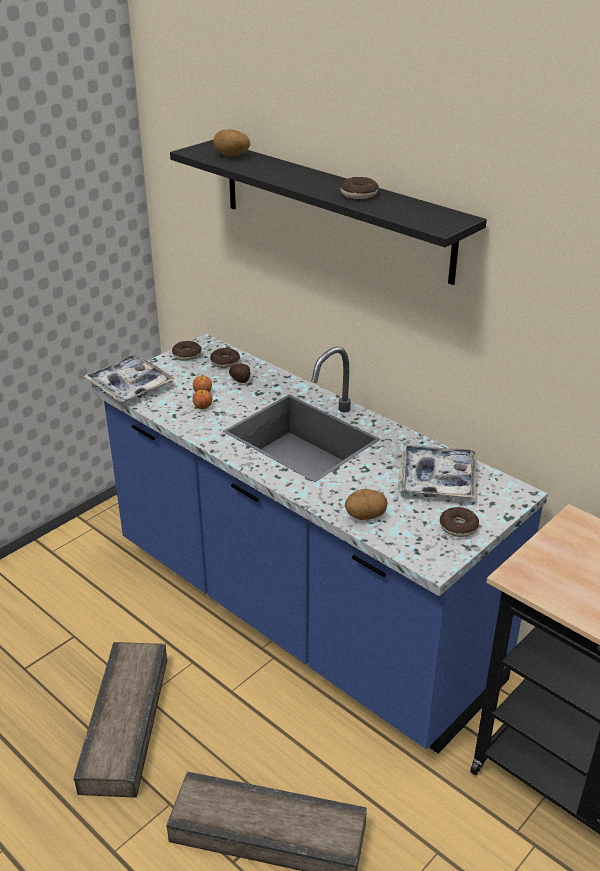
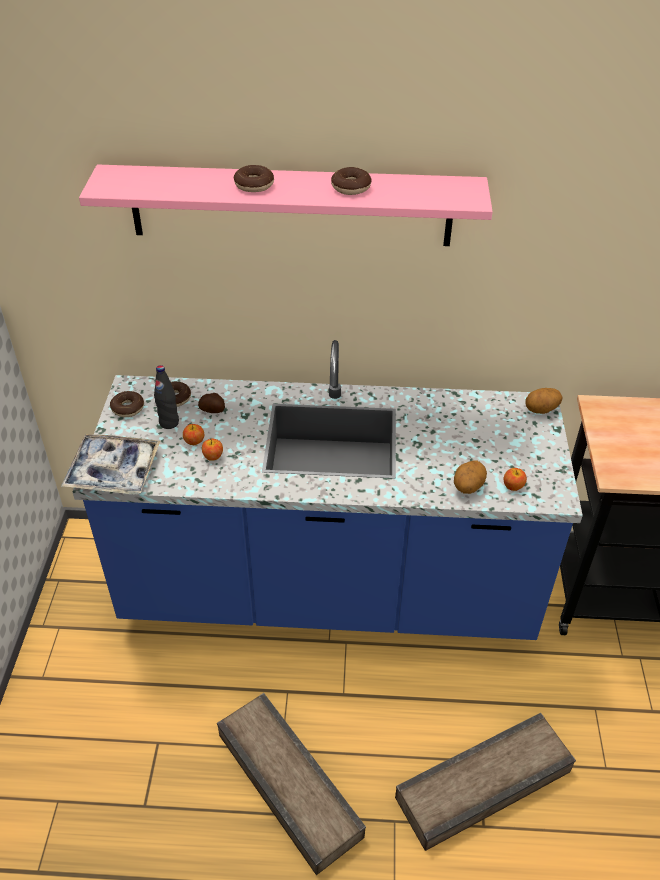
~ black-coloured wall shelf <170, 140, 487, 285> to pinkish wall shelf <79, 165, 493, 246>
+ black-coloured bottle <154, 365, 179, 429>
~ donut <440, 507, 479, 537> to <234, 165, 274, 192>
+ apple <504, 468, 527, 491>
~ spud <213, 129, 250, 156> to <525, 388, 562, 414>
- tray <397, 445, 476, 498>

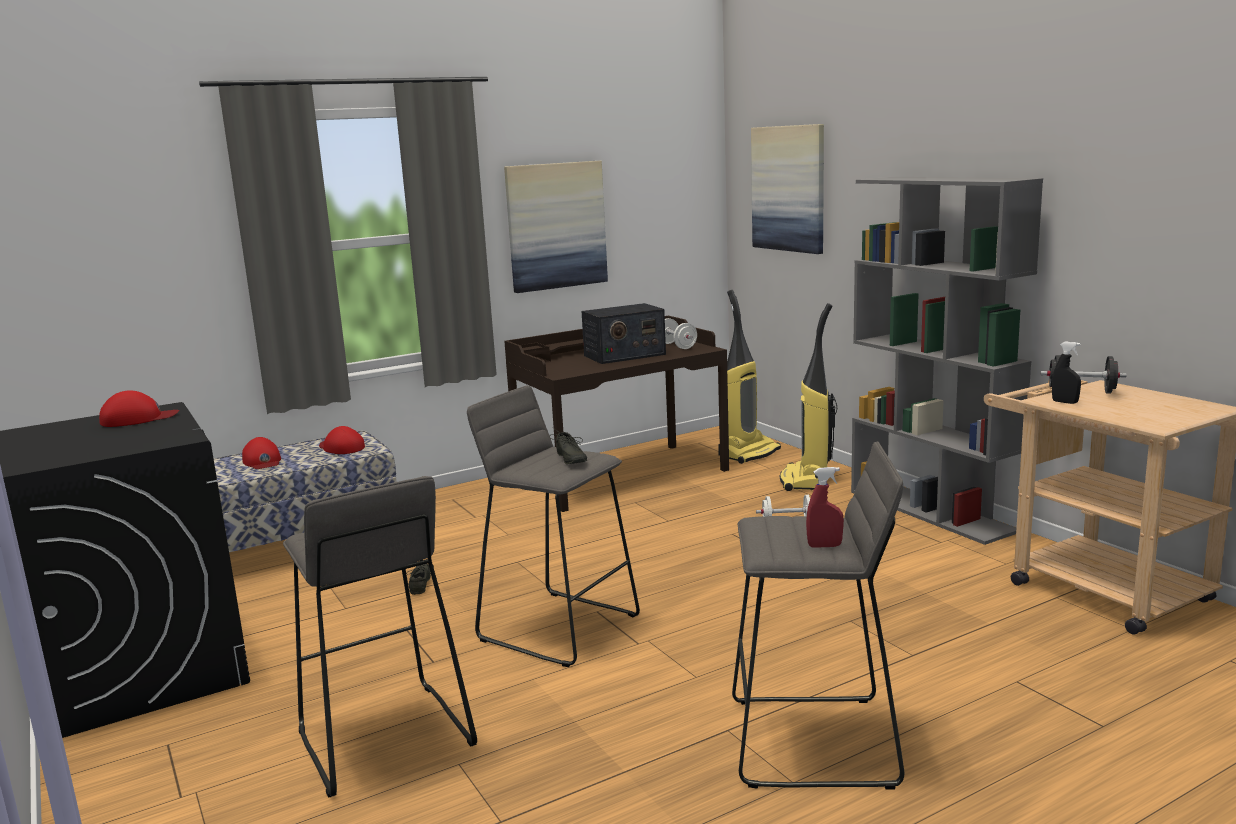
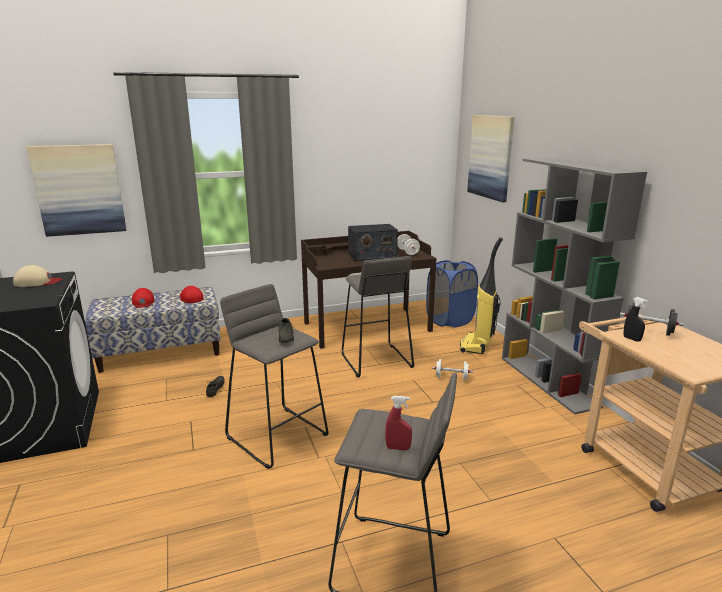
~ red-coloured peaked cap <99, 390, 179, 427> to sand-coloured peaked cap <13, 265, 62, 287>
~ wall picture <504, 161, 608, 293> to <27, 144, 126, 237>
~ grey sitting stool <283, 476, 477, 798> to <342, 256, 414, 377>
~ vacuum <718, 290, 781, 464> to blue hamper <426, 260, 478, 328>

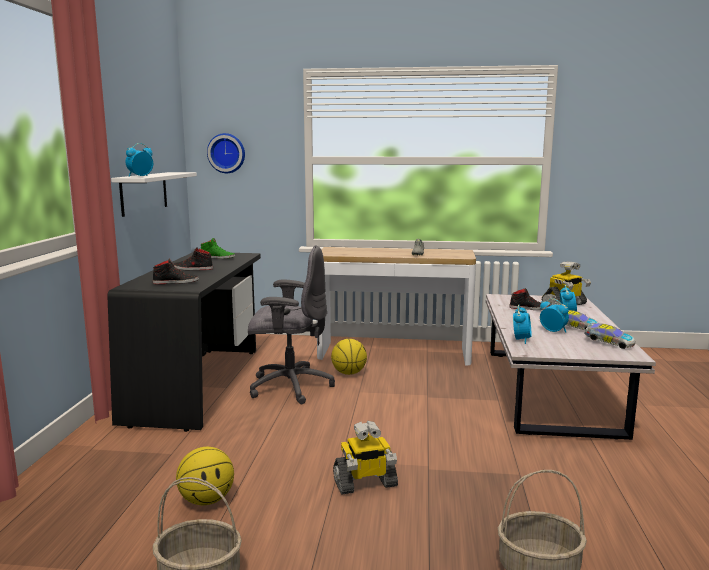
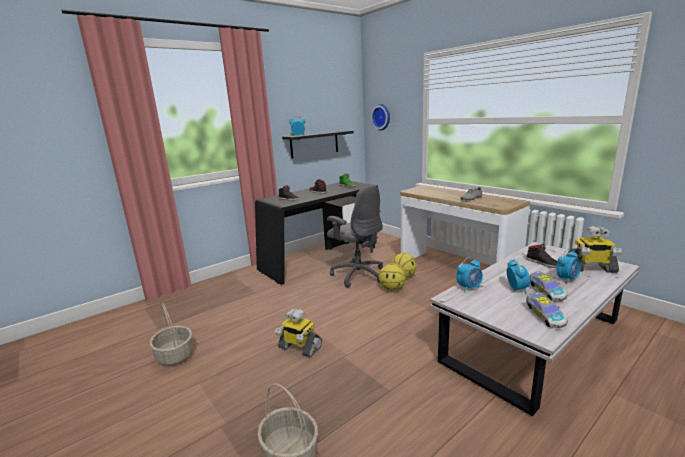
~ white-coloured wall shelf <111, 172, 197, 217> to black-coloured wall shelf <282, 131, 354, 158>
~ basketball ball <176, 447, 234, 505> to <379, 263, 406, 291>

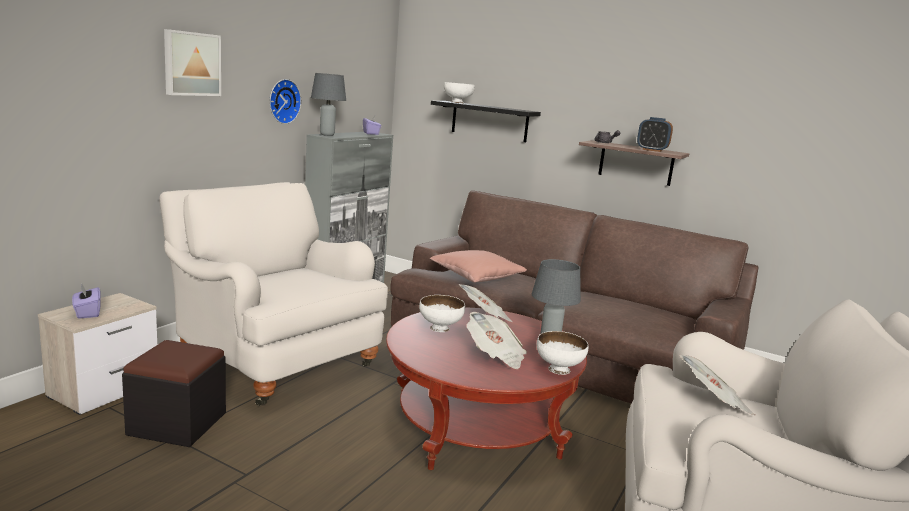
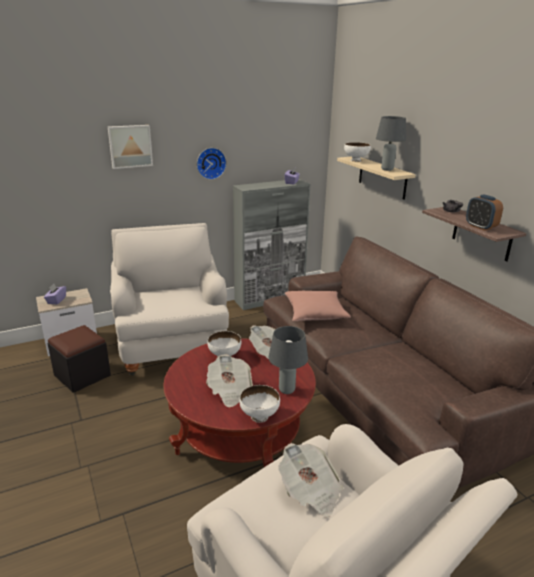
~ black-coloured wall shelf <431, 101, 541, 142> to sand-coloured wall shelf <337, 157, 416, 200>
~ grey tabletop lamp <311, 73, 346, 136> to <376, 116, 406, 171>

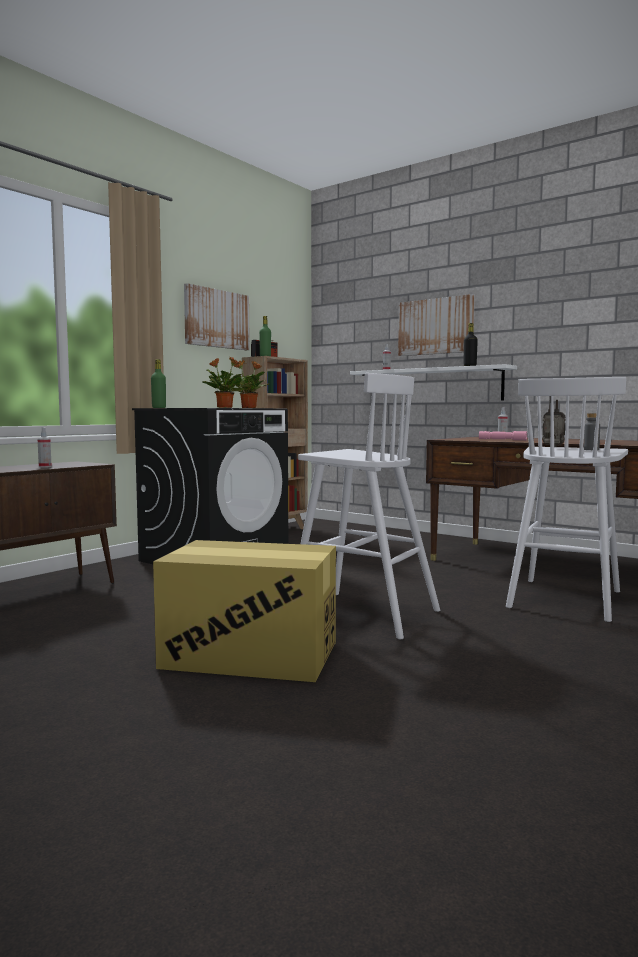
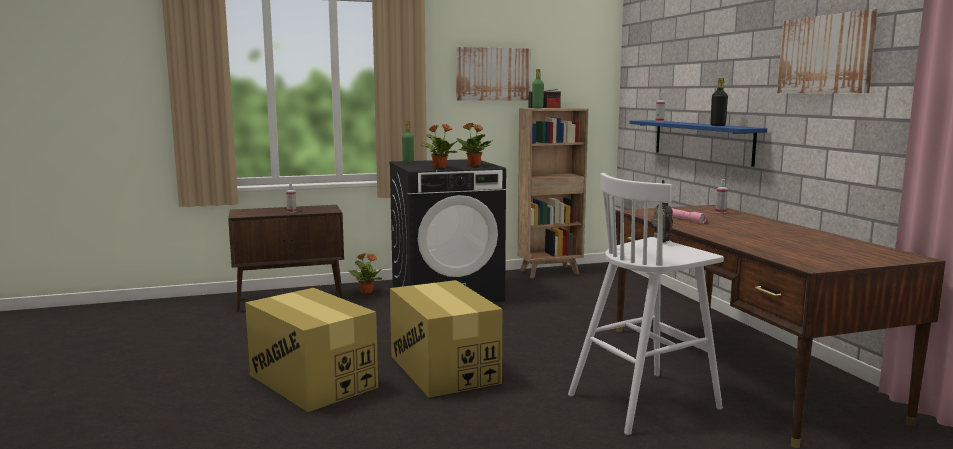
+ plant in a pot <348, 254, 384, 294>
~ white-coloured sitting stool <298, 373, 440, 639> to cardboard box <390, 280, 502, 398>
~ white-coloured wall shelf <350, 364, 517, 401> to blue wall shelf <629, 120, 767, 167>
~ wall picture <398, 294, 475, 356> to <777, 9, 878, 93>
- grey bottle <584, 413, 600, 450>

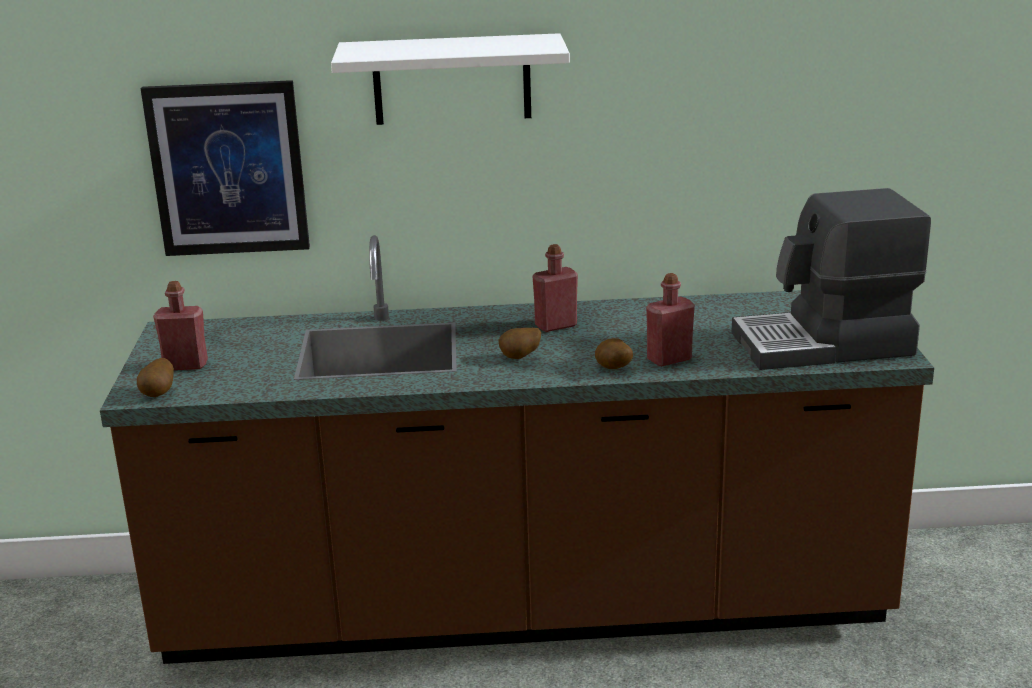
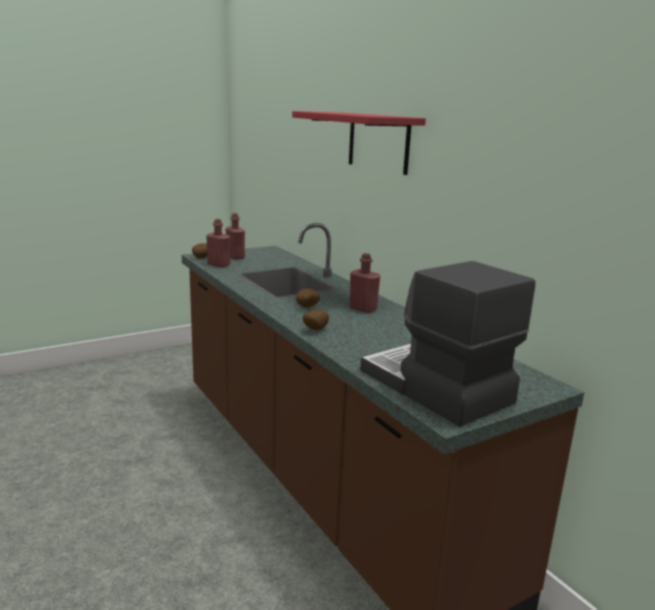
~ red-coloured bottle <646, 273, 695, 367> to <206, 219, 230, 268>
~ white-coloured wall shelf <331, 33, 570, 125> to red-coloured wall shelf <292, 111, 426, 175>
- wall picture <141, 80, 310, 256>

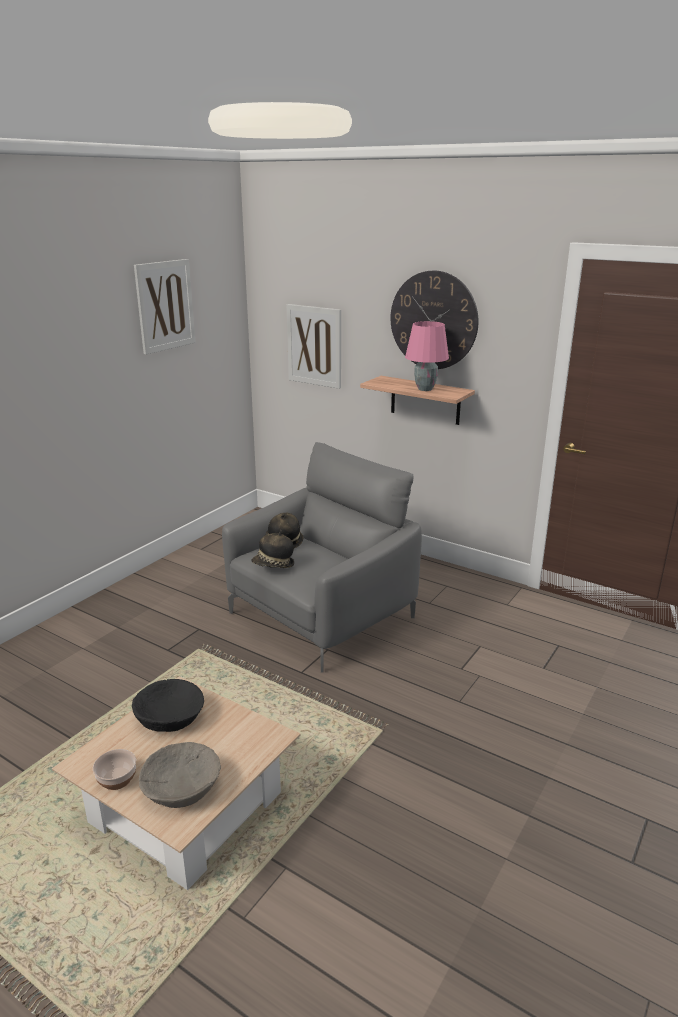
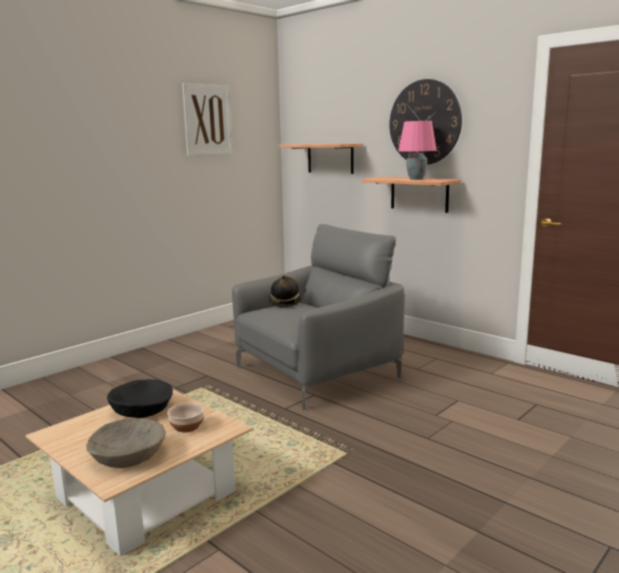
~ deep dish <93, 749, 136, 790> to <167, 402, 204, 432>
~ wall picture <287, 304, 341, 389> to wall shelf <279, 143, 362, 174>
- hat <251, 530, 294, 568>

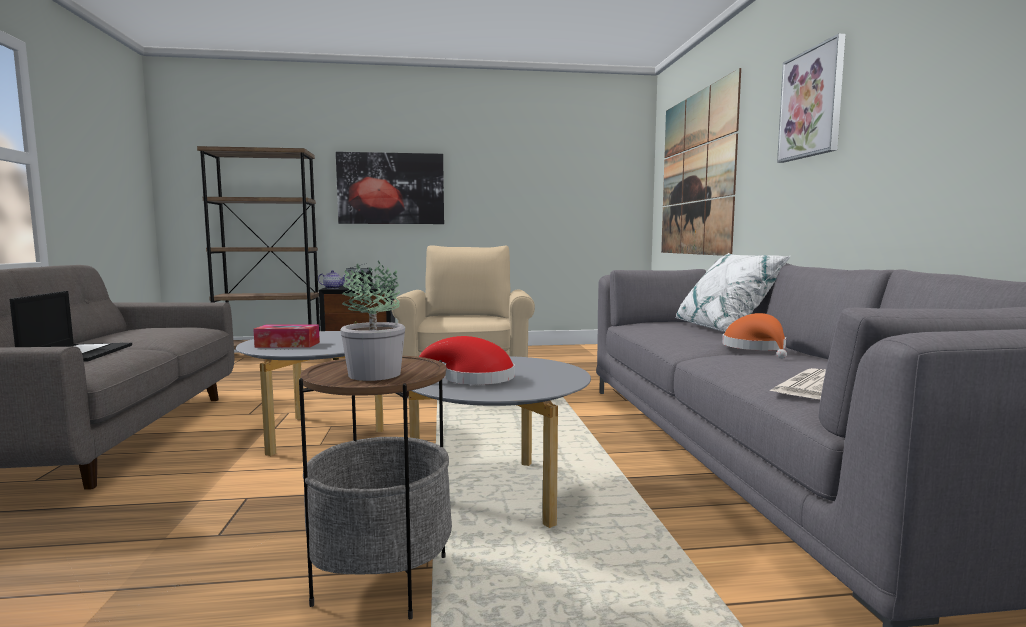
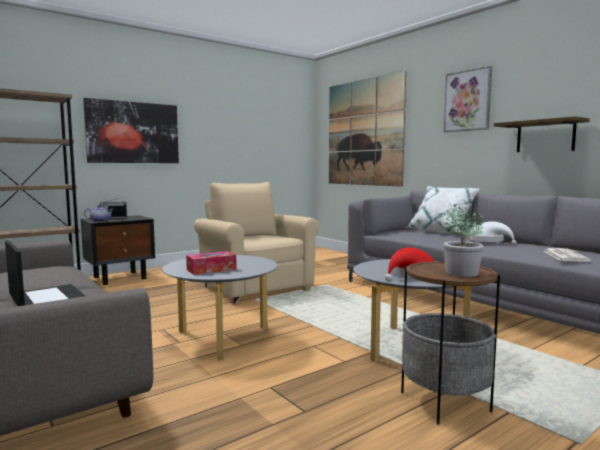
~ orange hat <723, 313, 787, 359> to white-coloured hat <468, 221, 517, 245>
+ wall shelf <494, 116, 590, 152>

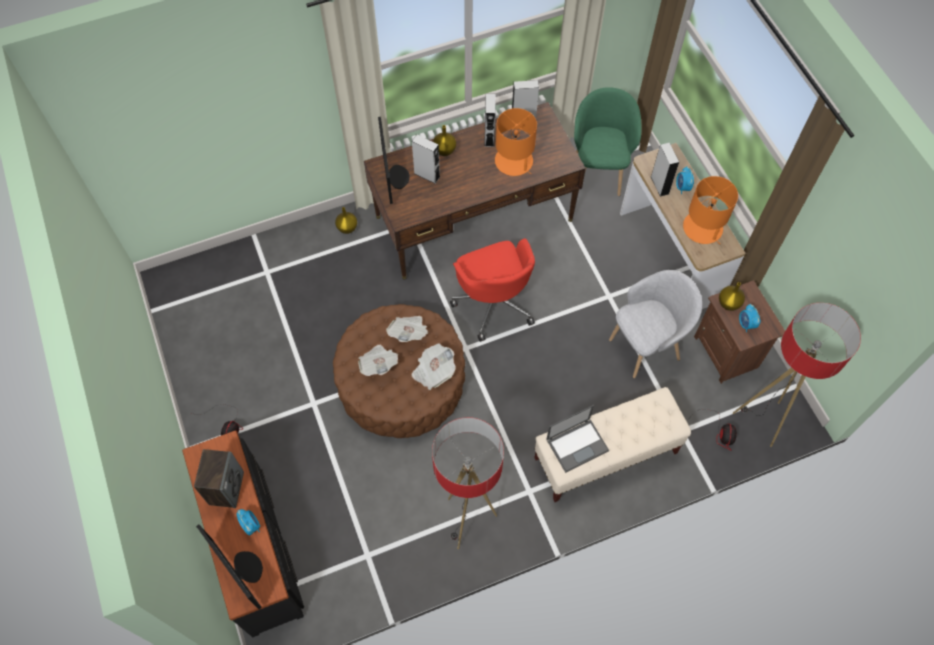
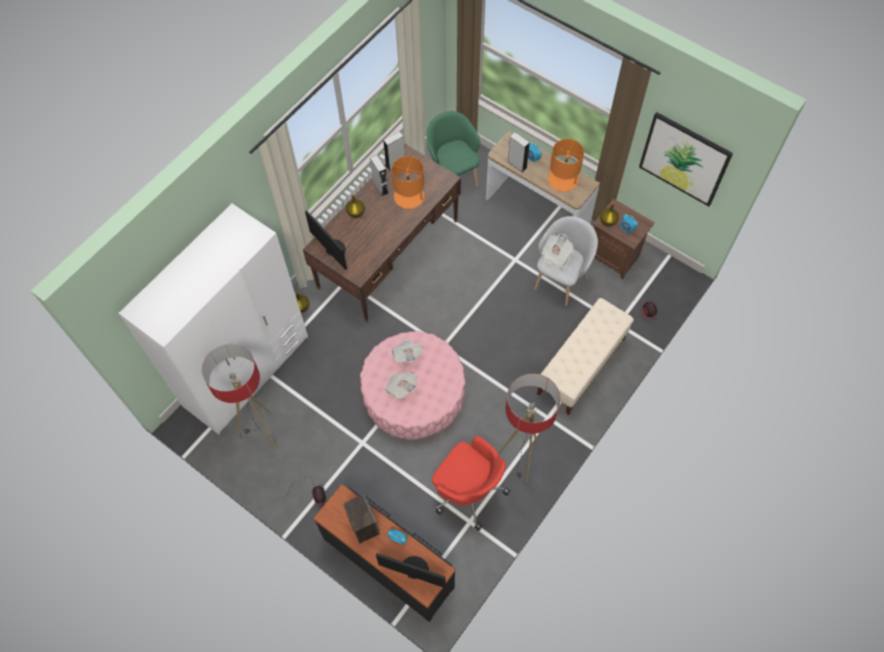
+ white-coloured armoire <119, 203, 308, 434>
~ standing lamp <733, 303, 861, 447> to <202, 344, 277, 449>
~ brownish footrest <333, 304, 465, 438> to pinkish footrest <360, 331, 466, 440>
~ red-coloured office chair <450, 238, 535, 342> to <432, 436, 510, 531>
~ printed paper <412, 344, 456, 390> to <541, 234, 574, 269>
+ wall picture <639, 112, 733, 207>
- grey audio speaker <412, 135, 440, 184>
- portable computer <546, 405, 609, 473>

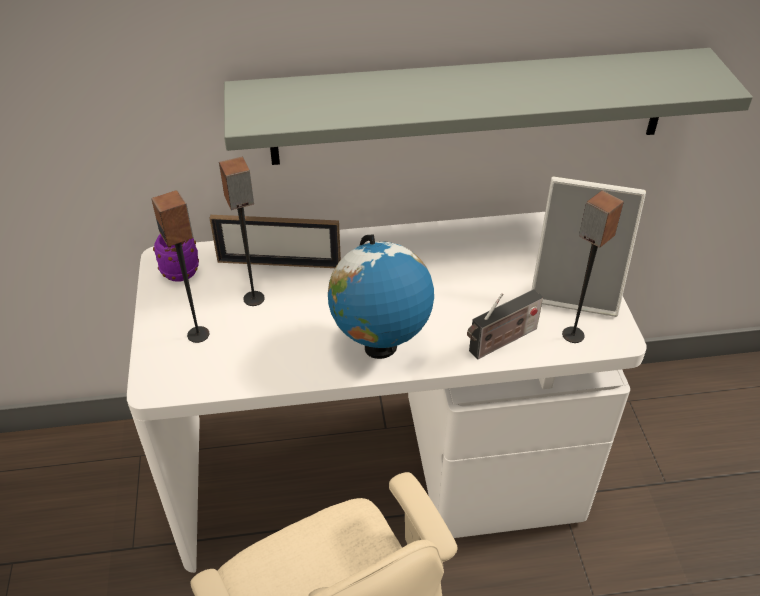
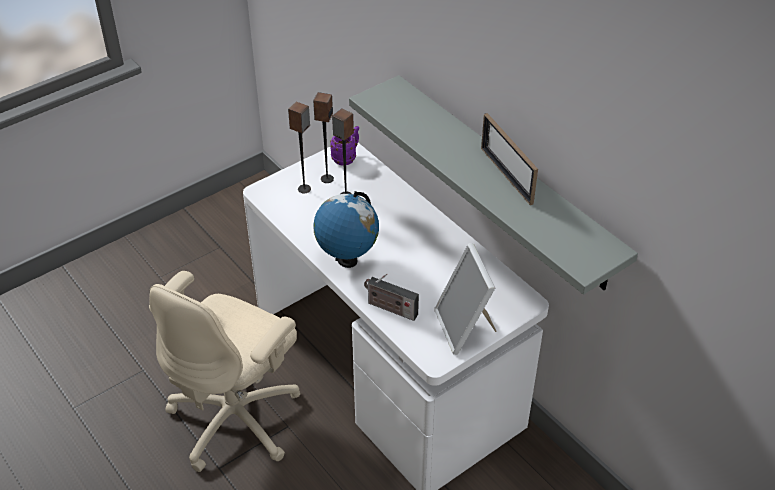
~ audio speaker <562, 190, 624, 343> to <313, 92, 334, 183>
~ standing frame <209, 215, 341, 268> to <481, 113, 538, 205>

